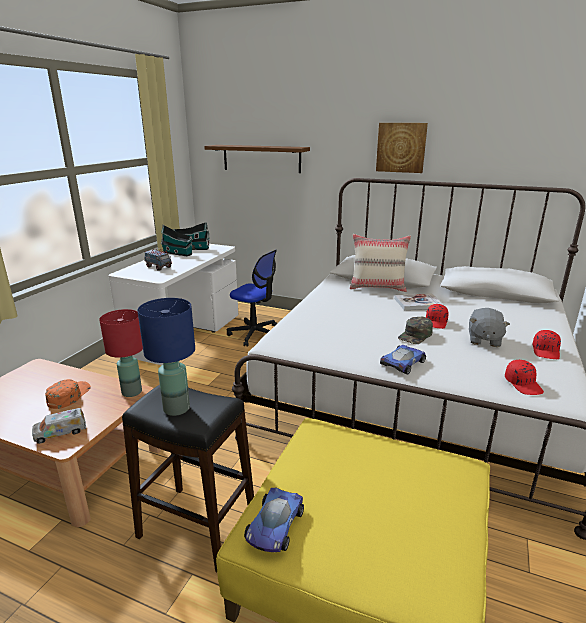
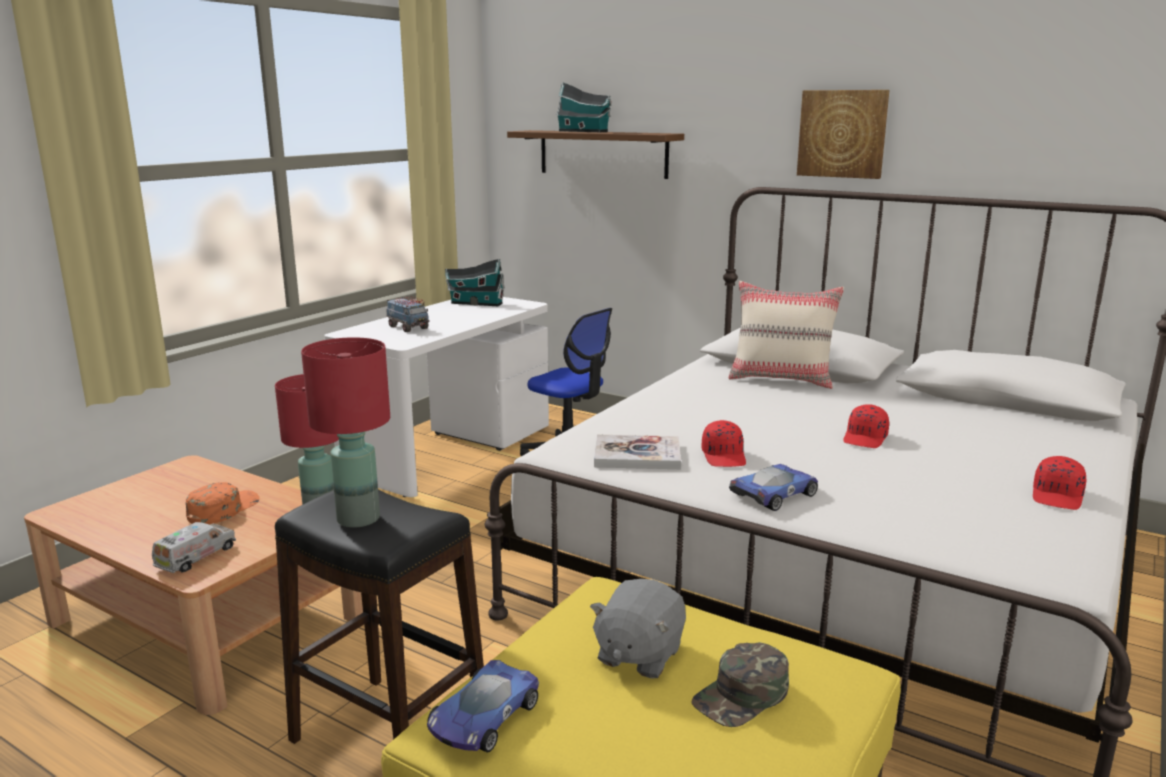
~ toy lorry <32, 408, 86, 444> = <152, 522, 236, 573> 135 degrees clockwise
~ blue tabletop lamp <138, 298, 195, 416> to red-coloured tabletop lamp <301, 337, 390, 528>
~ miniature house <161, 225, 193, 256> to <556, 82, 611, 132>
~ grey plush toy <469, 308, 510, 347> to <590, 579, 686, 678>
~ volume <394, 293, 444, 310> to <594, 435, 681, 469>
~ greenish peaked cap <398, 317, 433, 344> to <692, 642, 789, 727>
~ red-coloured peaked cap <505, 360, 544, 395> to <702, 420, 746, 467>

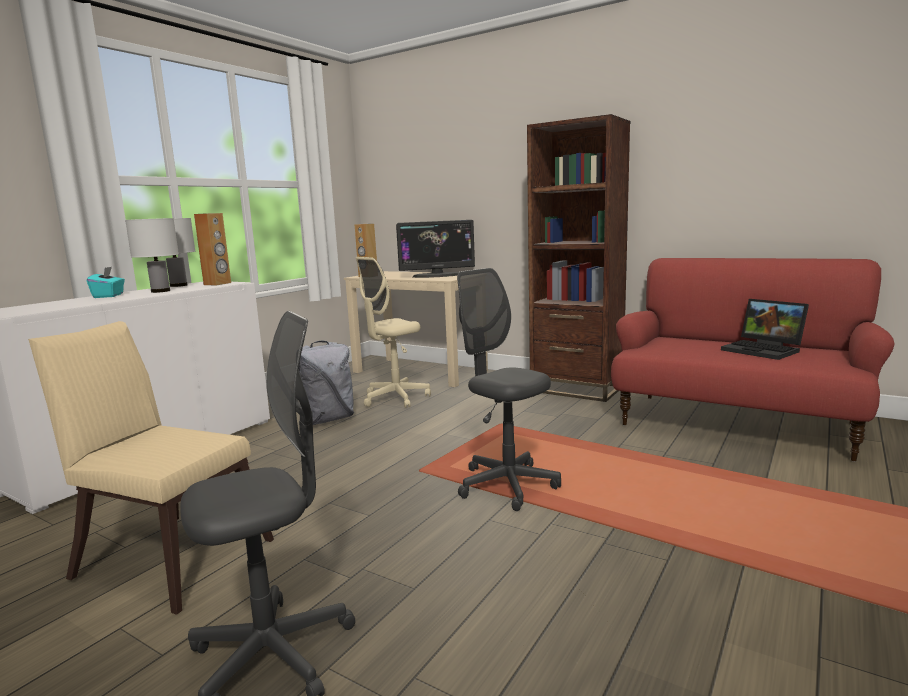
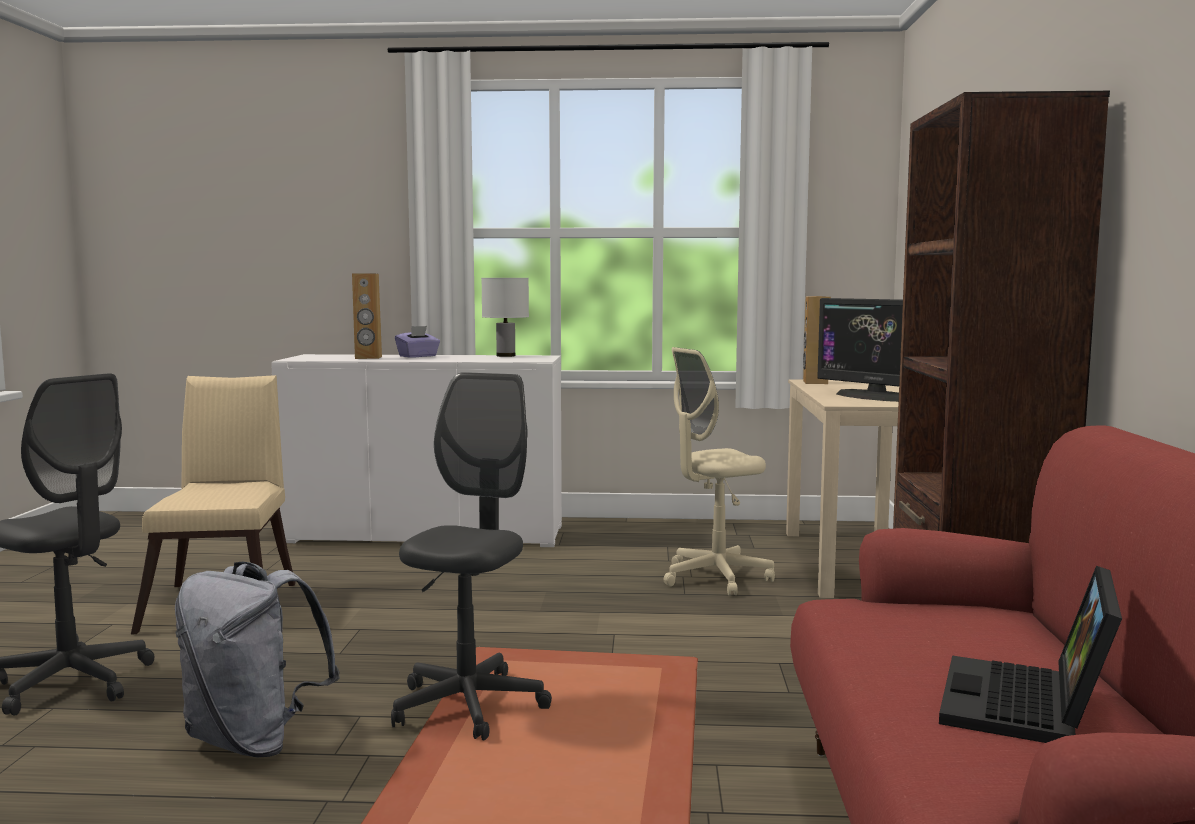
~ grey rucksack <298, 340, 354, 425> to <175, 562, 340, 757>
~ brownish audio speaker <194, 213, 231, 285> to <352, 273, 382, 359>
~ blue-green box of tissues <87, 267, 125, 298> to purplish box of tissues <395, 326, 440, 358>
~ sand-coloured office chair <356, 257, 431, 408> = <663, 347, 775, 596> 45 degrees counterclockwise
- white-coloured tabletop lamp <125, 218, 179, 293>

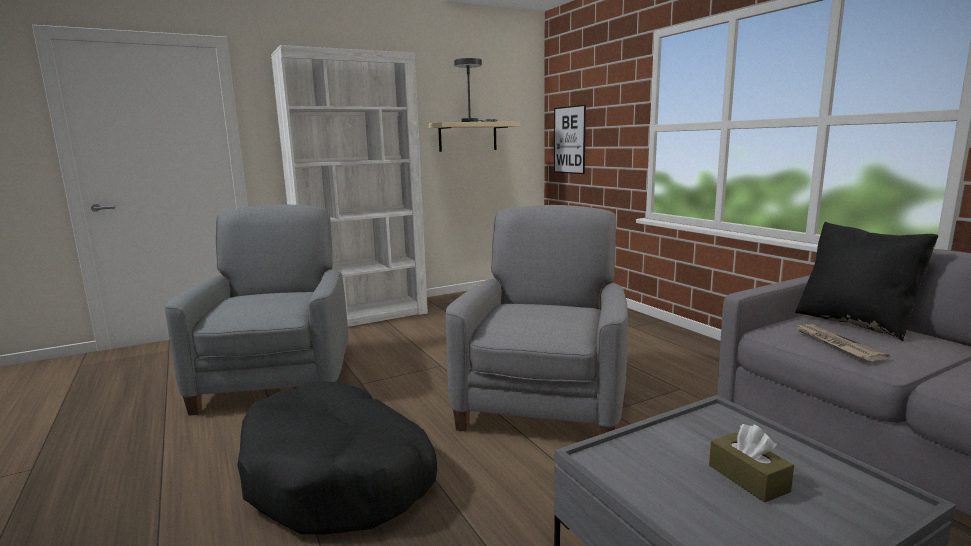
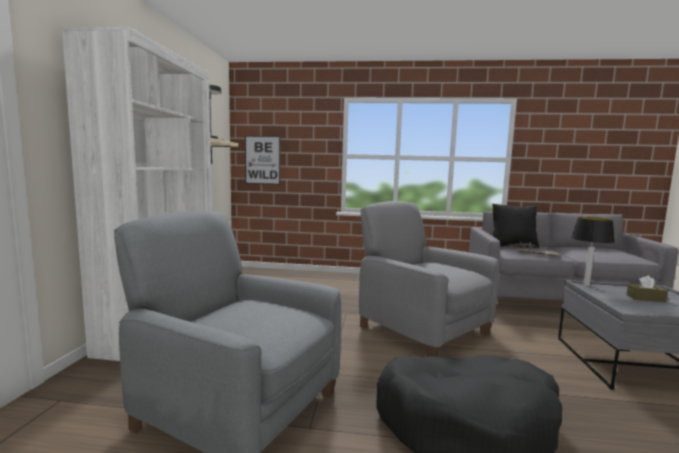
+ tabletop lamp <571, 217, 615, 287>

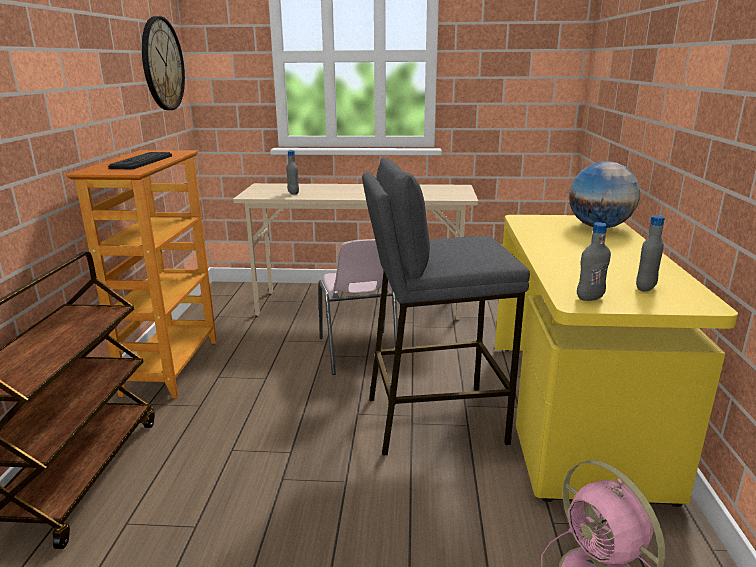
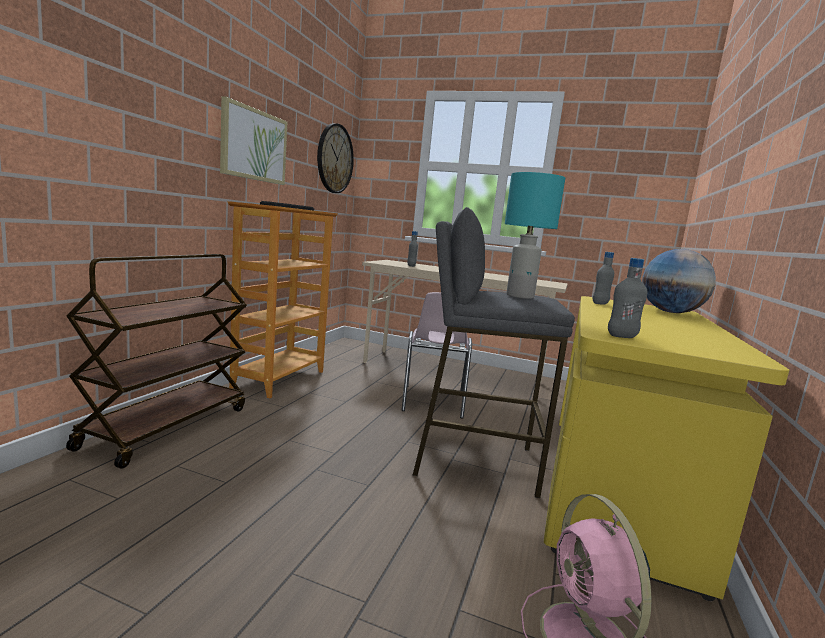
+ wall picture <220, 96, 287, 185>
+ blue-green tabletop lamp <505, 172, 565, 299>
~ grey bottle <636, 215, 665, 292> to <592, 252, 614, 304>

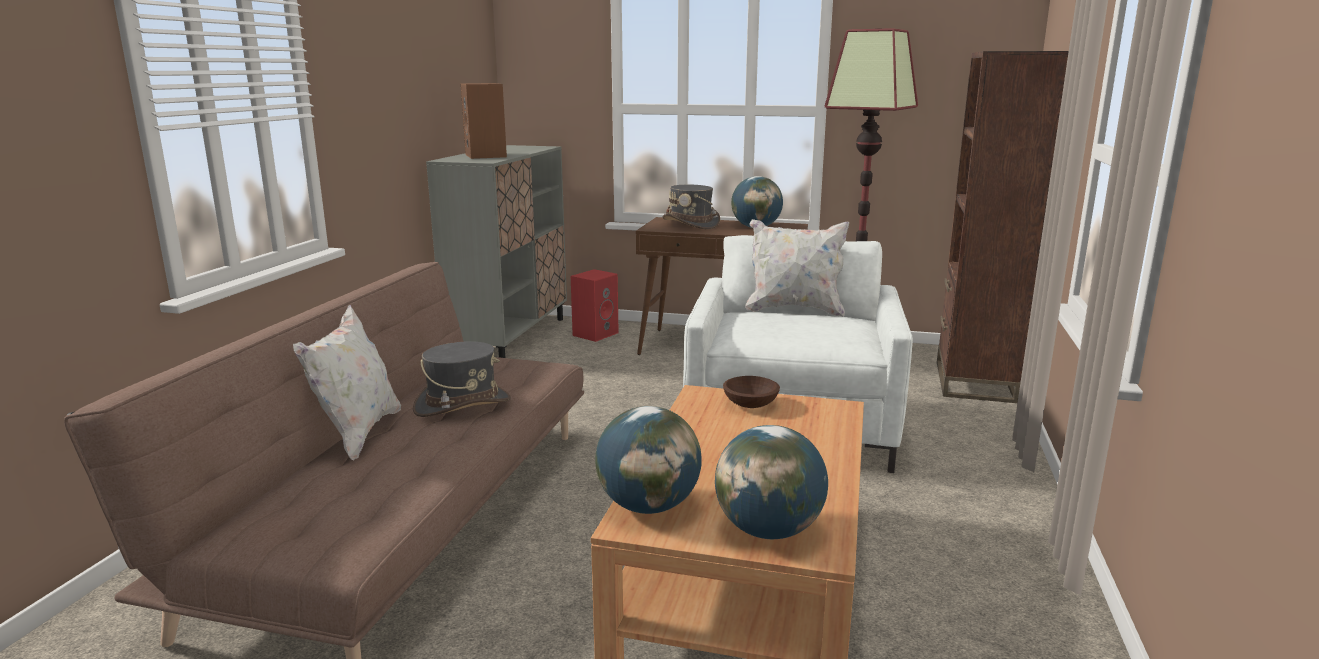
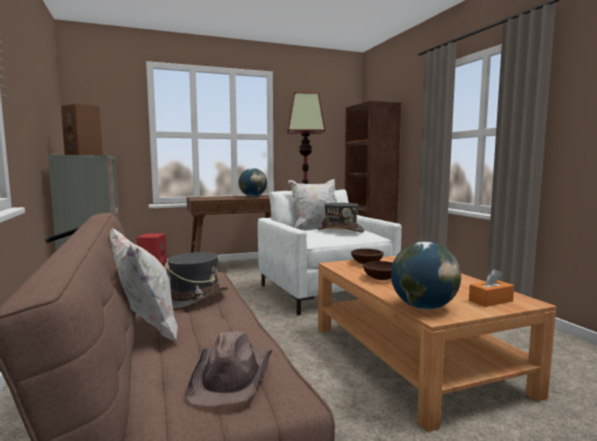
+ brownish hat <185, 332, 273, 407>
~ grey hat <662, 185, 720, 229> to <318, 203, 364, 233>
+ brownish deep dish <363, 261, 393, 280>
~ desk globe <715, 425, 828, 539> to orange box of tissues <469, 269, 514, 307>

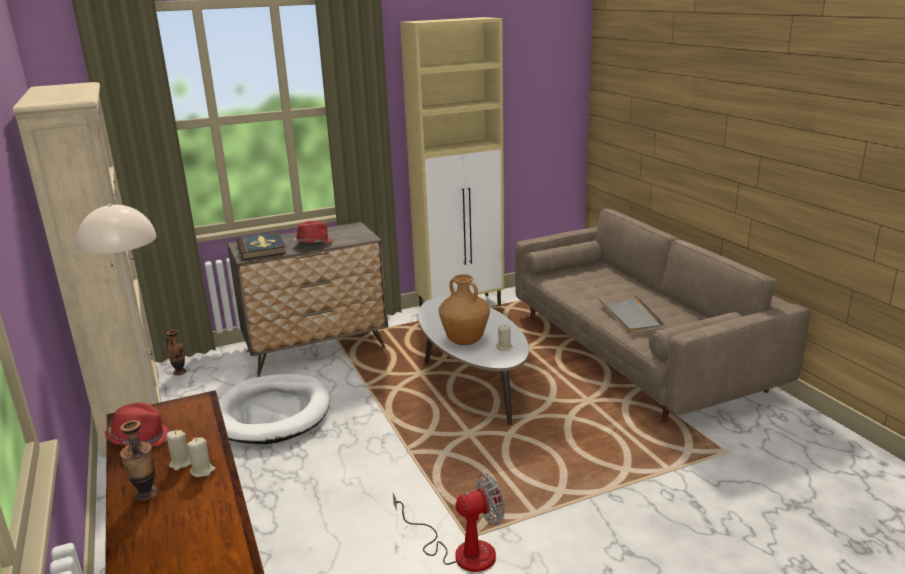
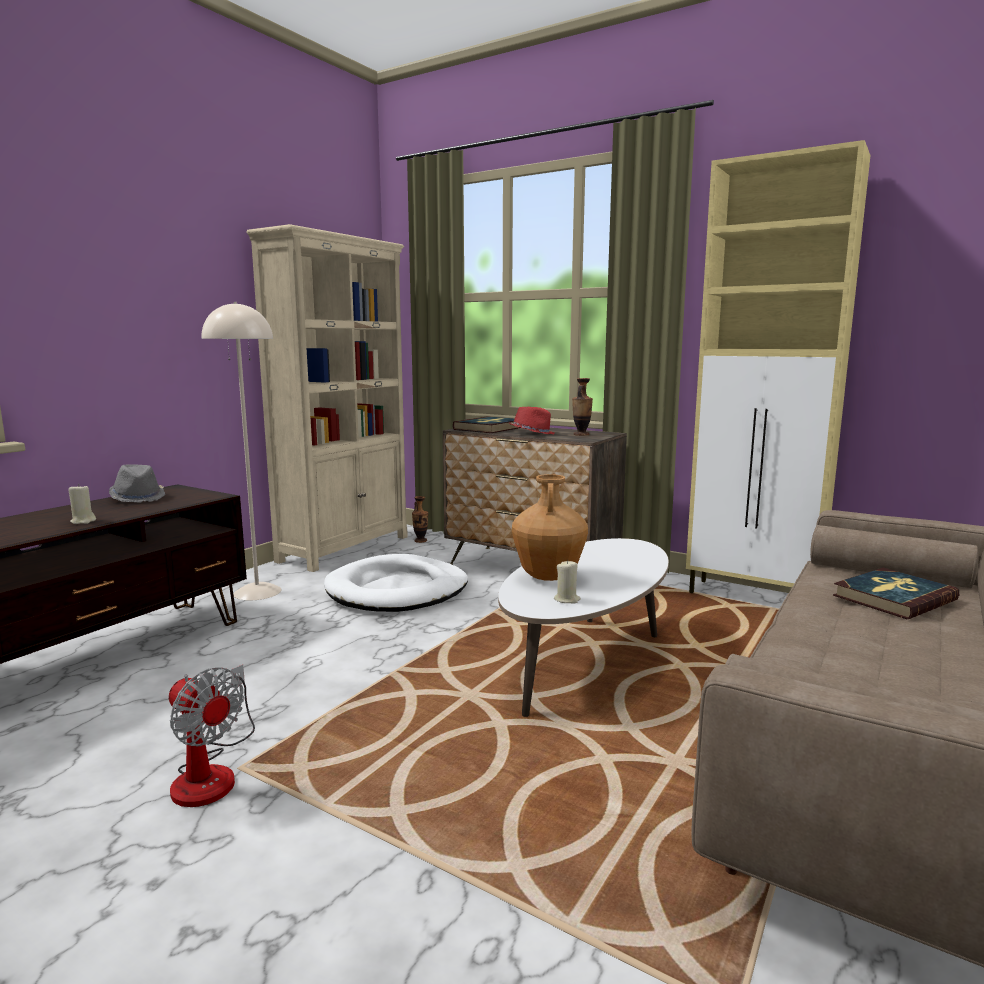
~ red-coloured hat <105, 402, 170, 447> to grey hat <109, 464, 165, 503>
~ decorative vase <120, 420, 158, 501> to <572, 378, 593, 436>
+ volume <833, 568, 959, 619>
- sand-coloured candle <166, 430, 191, 471>
- grey tray <598, 294, 665, 334>

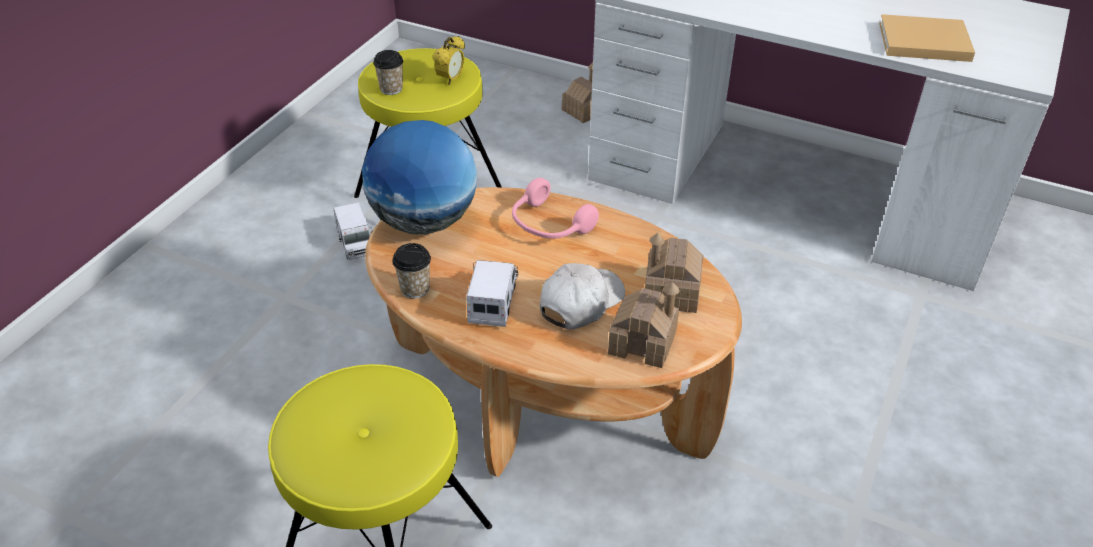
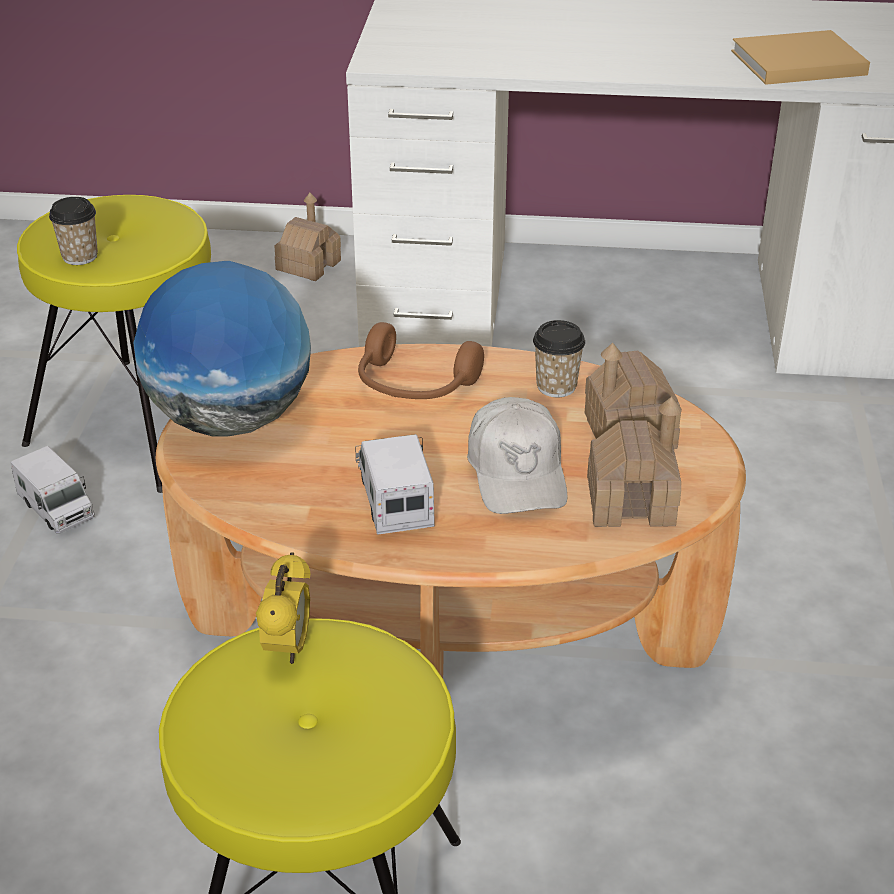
~ alarm clock <433, 36, 465, 85> to <256, 552, 311, 664>
~ pinkish headset <512, 178, 599, 239> to brownish headset <358, 322, 484, 399>
~ white-coloured peaked cap <540, 263, 625, 329> = <467, 397, 568, 514> 150 degrees clockwise
~ drinking cup <392, 243, 431, 298> to <533, 320, 585, 397>

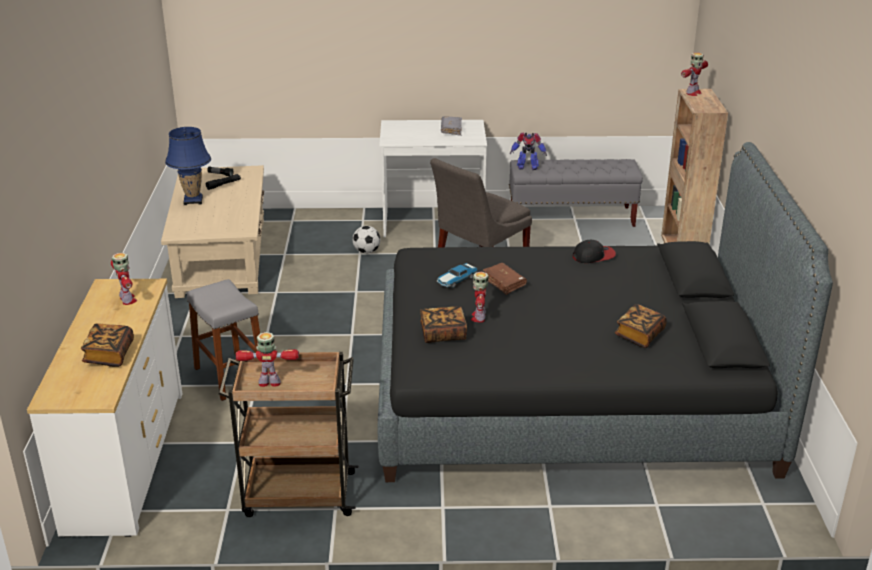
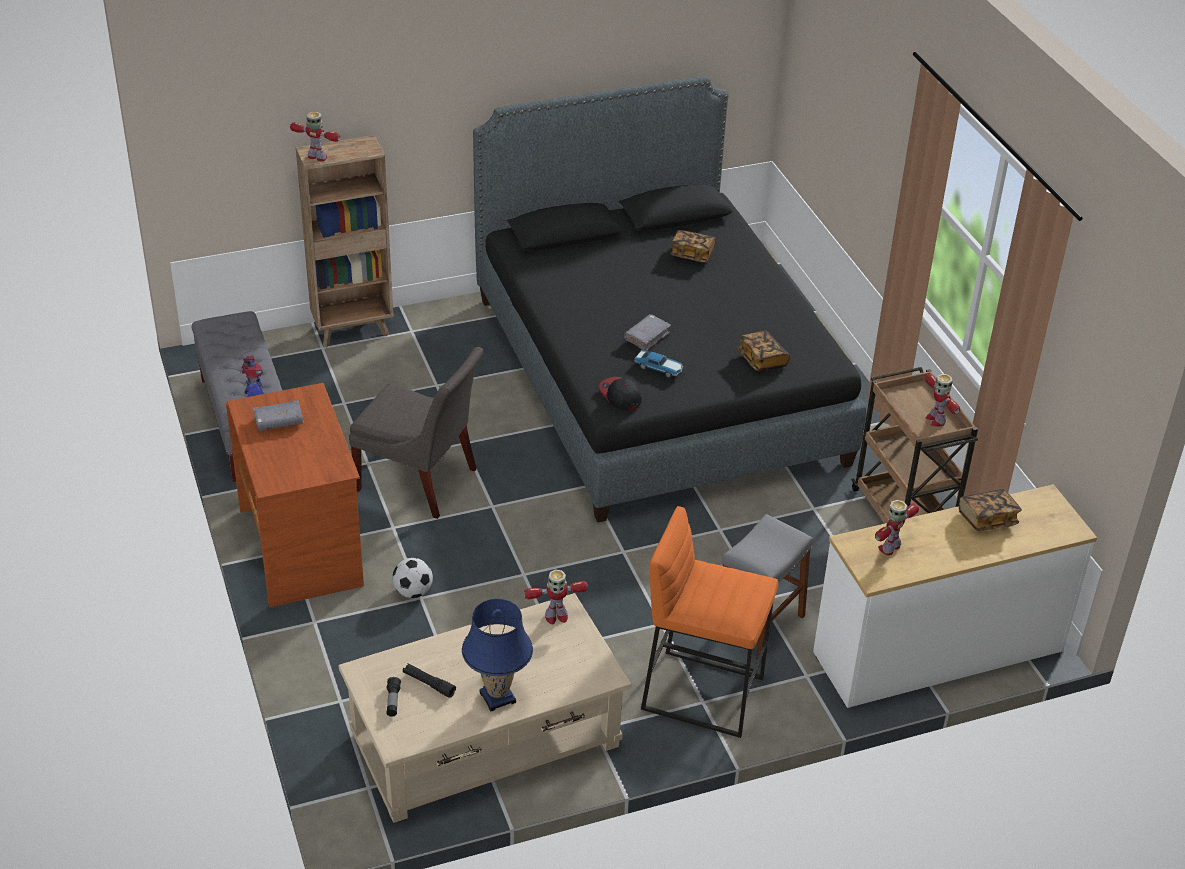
~ white-coloured desk unit <379, 120, 487, 237> to brownish desk unit <226, 383, 364, 607>
~ toy robot <471, 272, 489, 323> to <524, 569, 588, 625>
~ peaked cap <573, 240, 616, 263> to <599, 377, 642, 411>
~ brownish volume <483, 263, 527, 295> to grey volume <624, 314, 671, 351>
+ orange sitting stool <641, 506, 779, 738>

